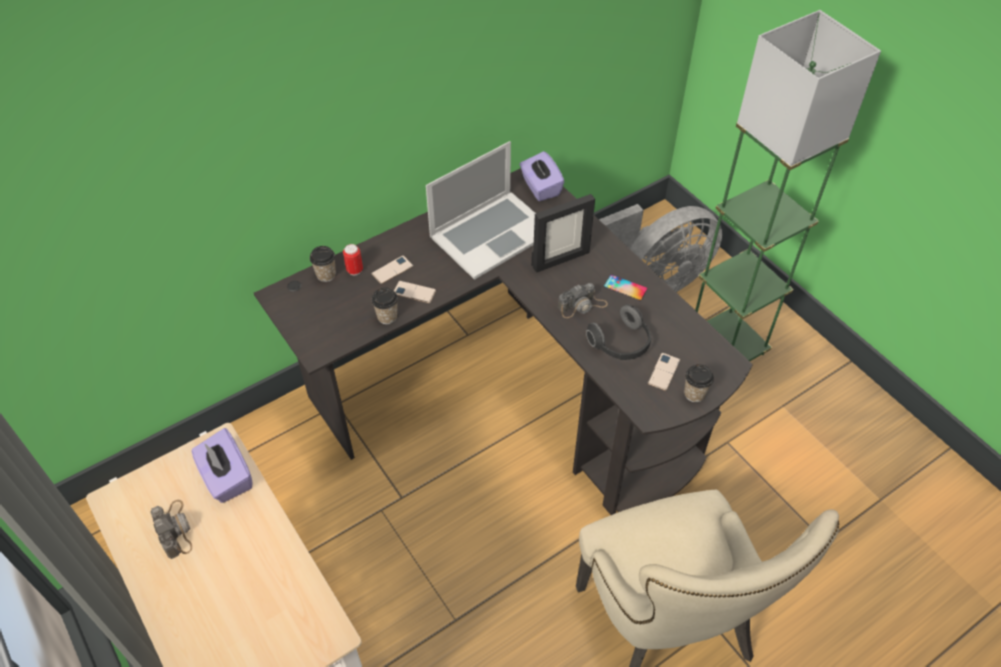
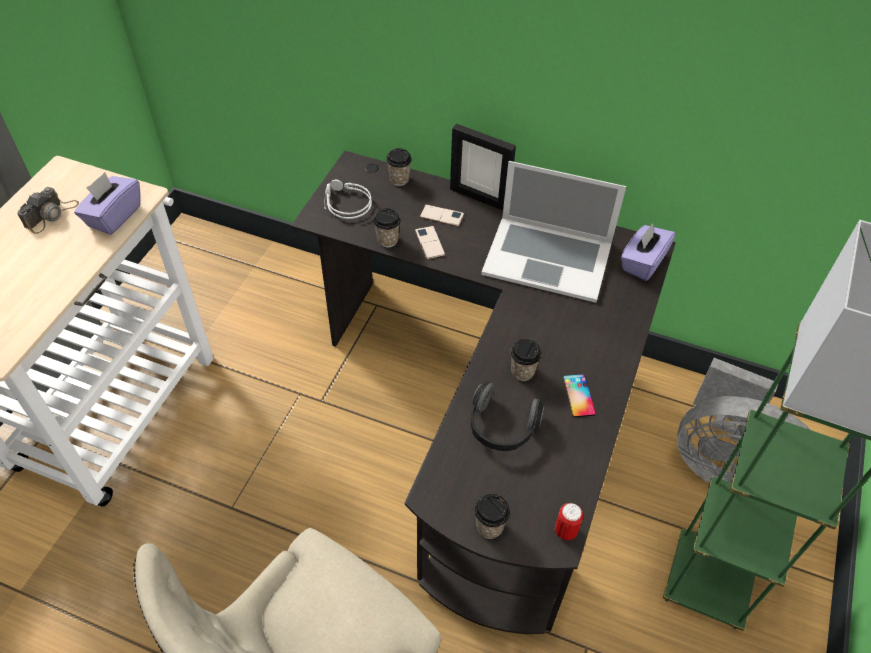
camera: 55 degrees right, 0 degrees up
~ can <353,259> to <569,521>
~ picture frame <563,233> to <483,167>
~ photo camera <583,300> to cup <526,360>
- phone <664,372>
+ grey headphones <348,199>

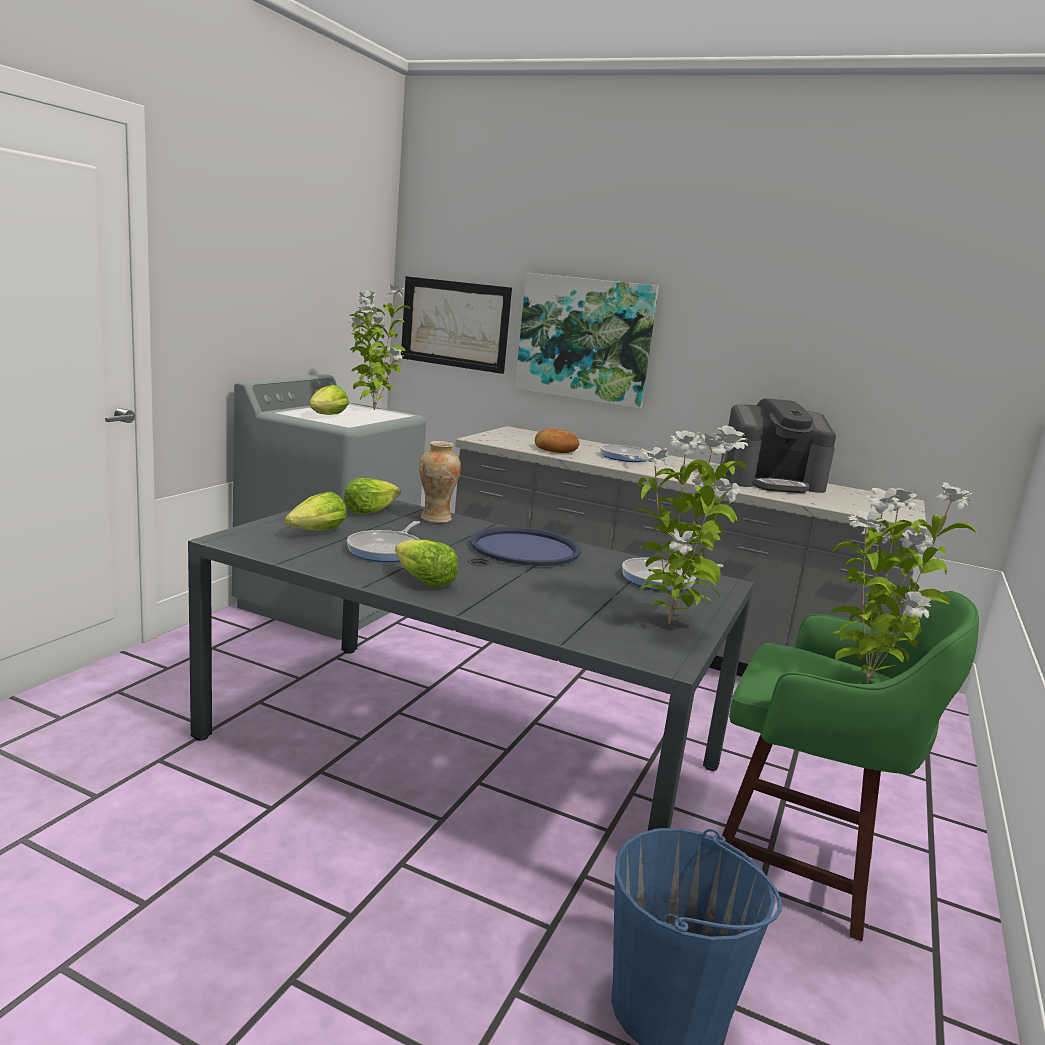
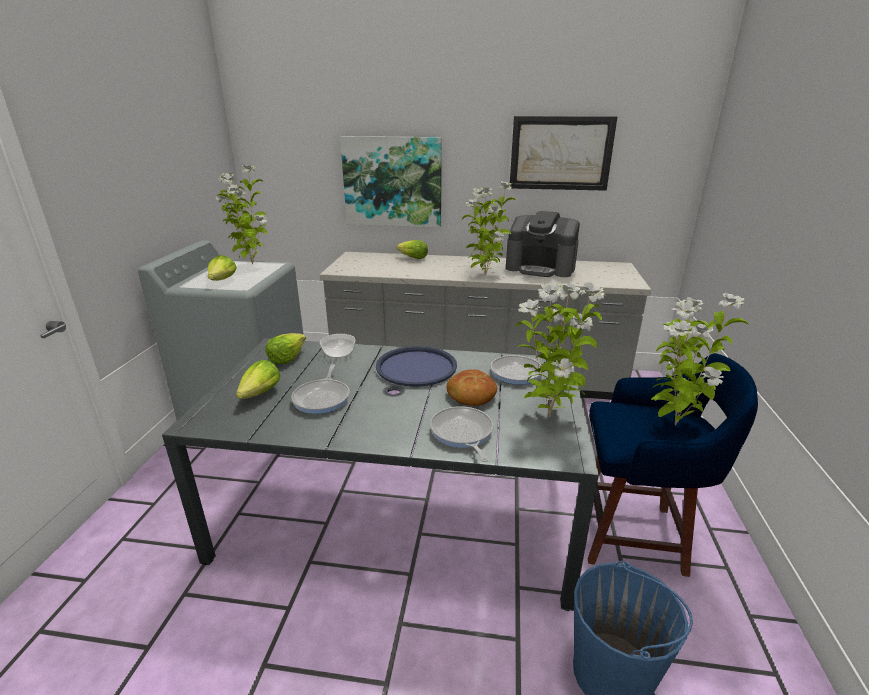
camera: 15 degrees left, 10 degrees up
~ lettuce <426,563> to <412,249>
~ picture <456,325> to <563,153>
~ vase <440,482> to bowl <337,346>
~ bread <557,441> to <472,387>
~ frying pan <624,453> to <461,434>
~ coffee machine <778,445> = <543,244> 45 degrees clockwise
~ green stool <850,766> to blue stool <673,465>
+ potted plant <489,228>

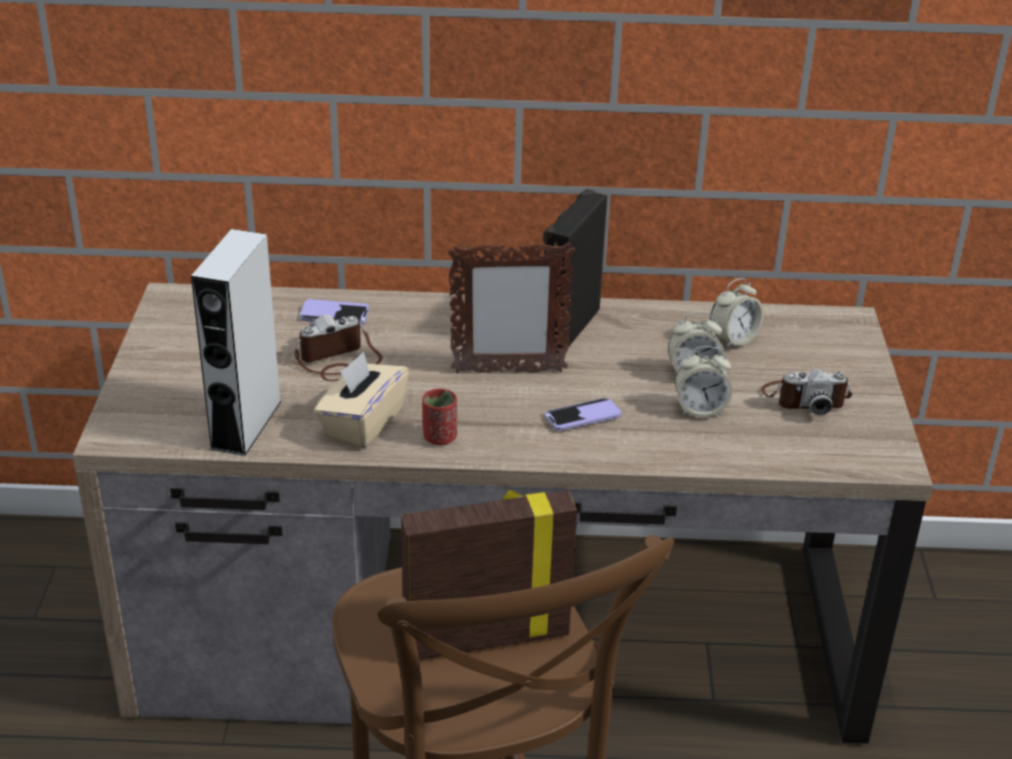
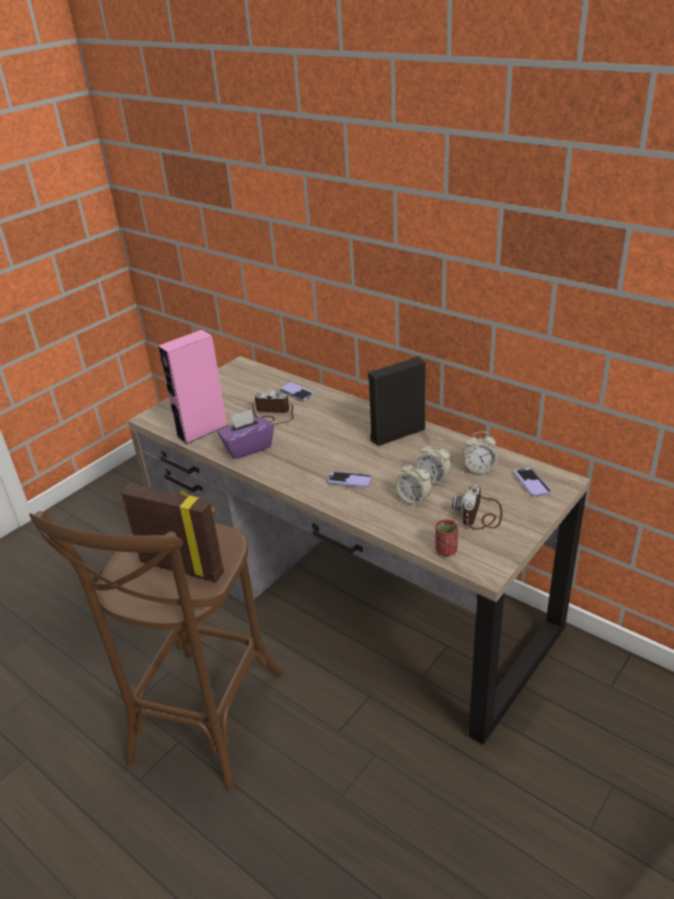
camera: 40 degrees right, 0 degrees up
~ grey speaker <236,342> to pink speaker <193,387>
~ beige tissue box <361,400> to purple tissue box <246,434>
~ red cup <439,417> to <446,537>
- picture frame <511,307>
~ photo camera <806,392> = <477,507> 75 degrees clockwise
+ phone <532,482>

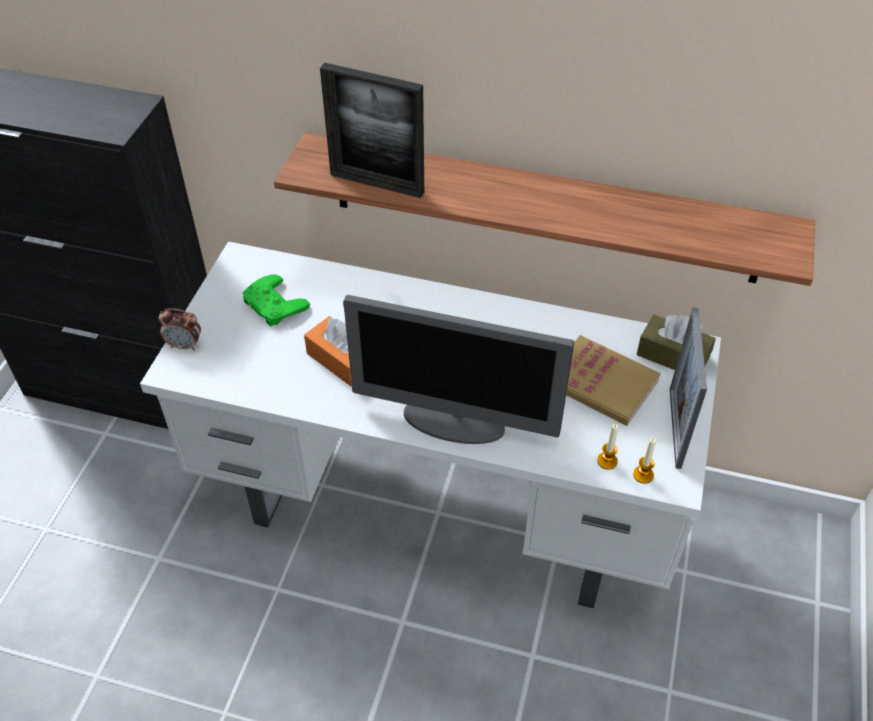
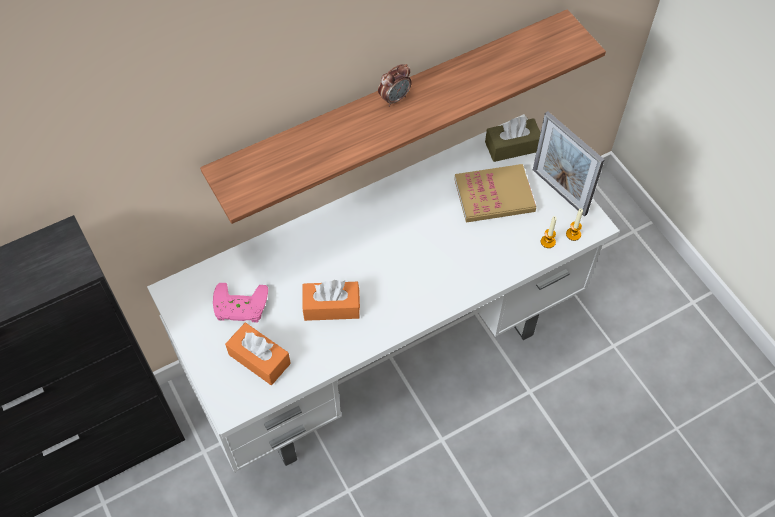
camera: 45 degrees left, 10 degrees up
~ alarm clock <179,329> to <395,85>
~ green game controller <276,301> to pink game controller <240,303>
- picture frame <372,130>
- monitor <458,369>
+ orange tissue box <258,354>

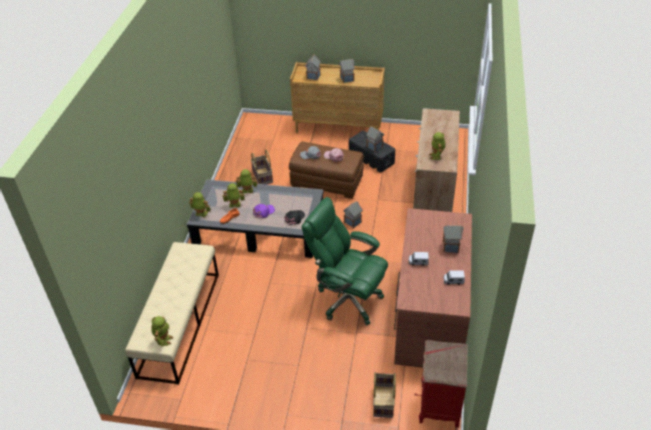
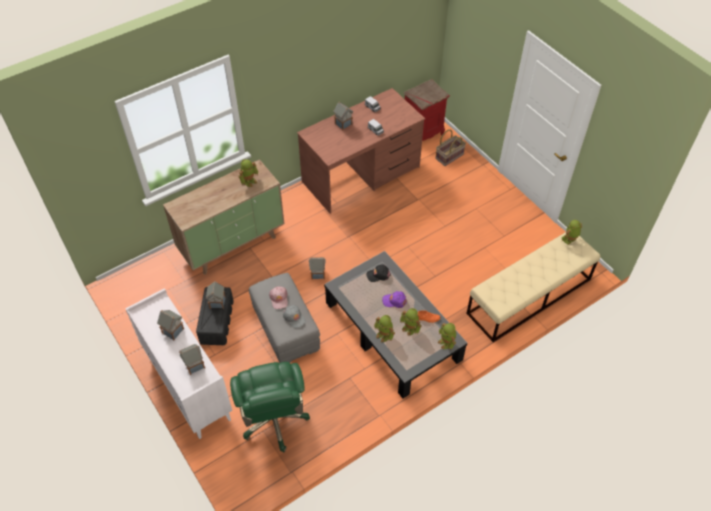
camera: 135 degrees left, 10 degrees up
- basket <262,167>
~ brown ottoman <326,170> to grey ottoman <284,318>
~ brown dresser <337,97> to white dresser <178,363>
~ green office chair <345,261> to <270,407>

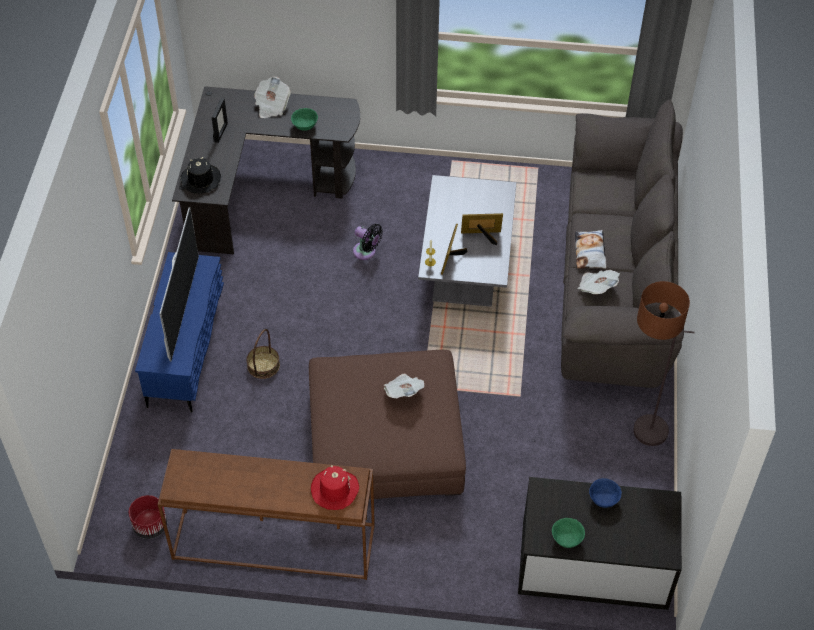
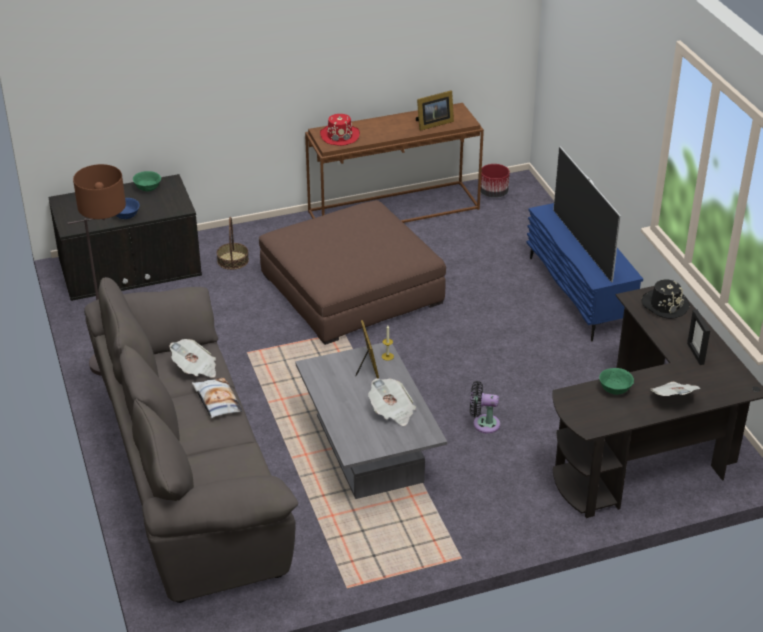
camera: 155 degrees right, 15 degrees down
~ basket <263,354> to <233,243>
~ newspaper <404,386> to <392,402>
~ picture frame <482,229> to <435,110>

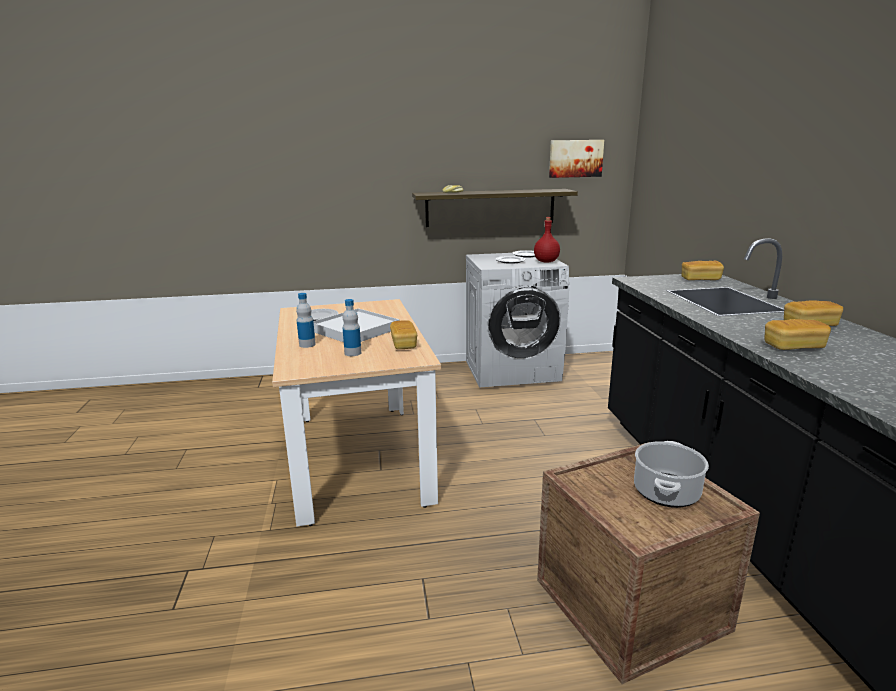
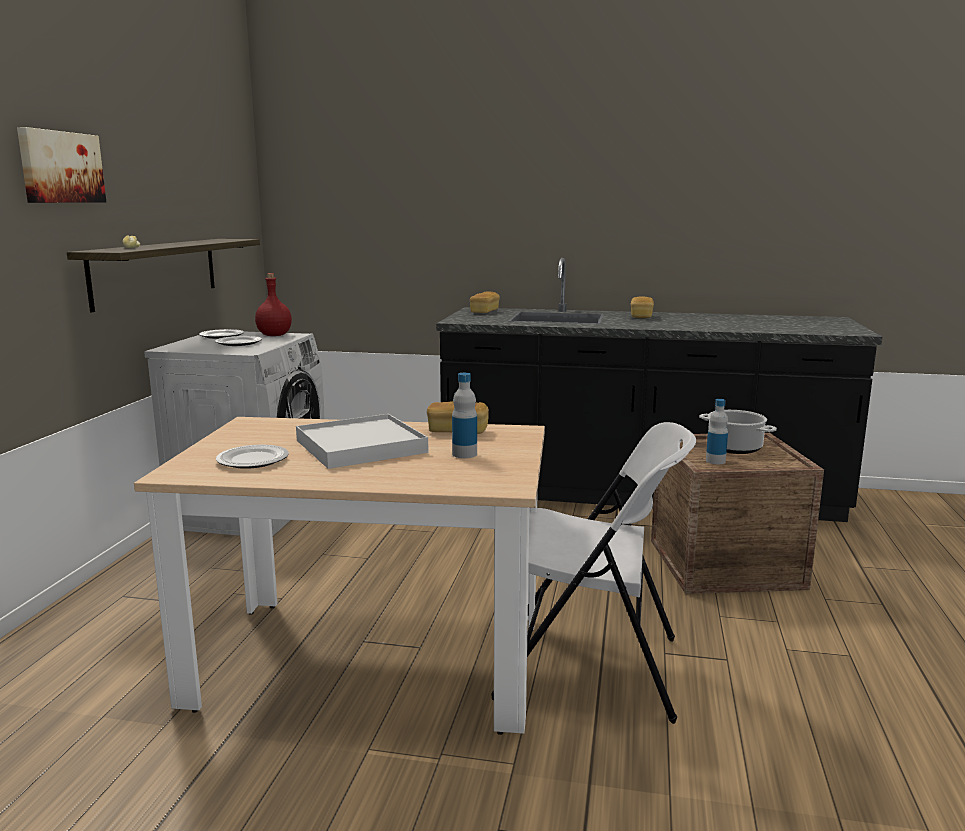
camera: 70 degrees left, 5 degrees down
~ bottle <306,320> to <717,431>
~ picture <576,159> to <61,165>
- bread <797,334>
+ white chair <593,573>

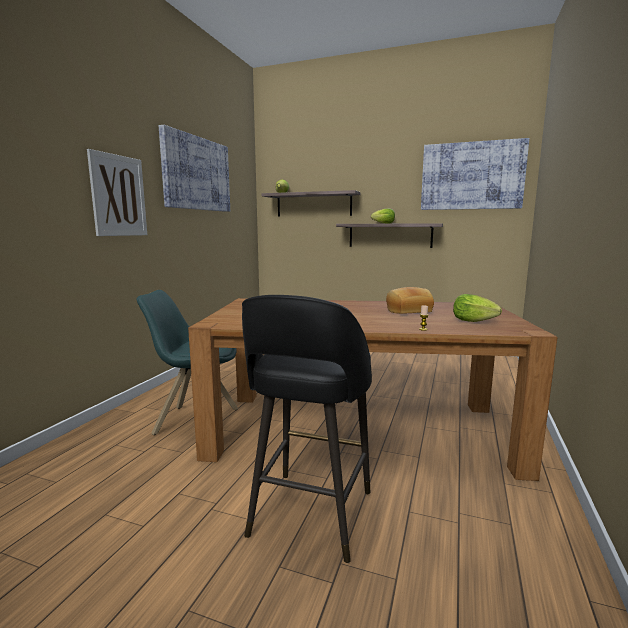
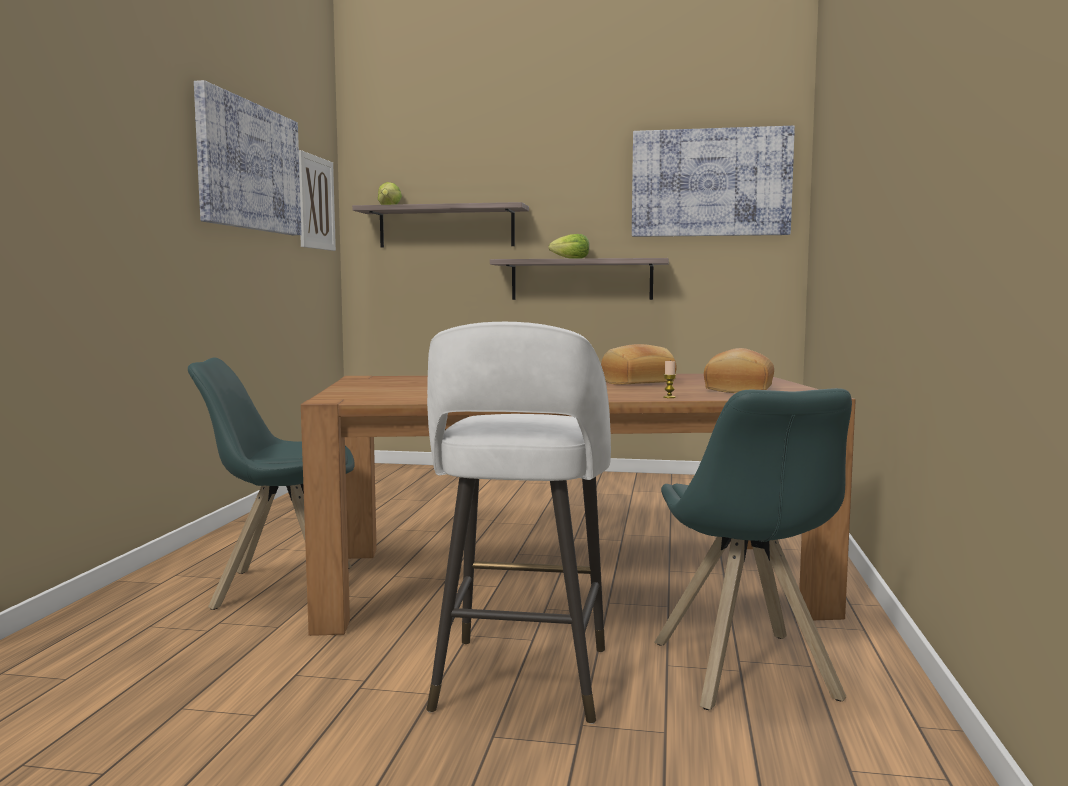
camera: 10 degrees left, 5 degrees down
~ picture <117,192> to <317,200>
~ black stool <307,429> to white stool <519,523>
~ lettuce <477,308> to bread <739,370>
+ turquoise chair <753,549>

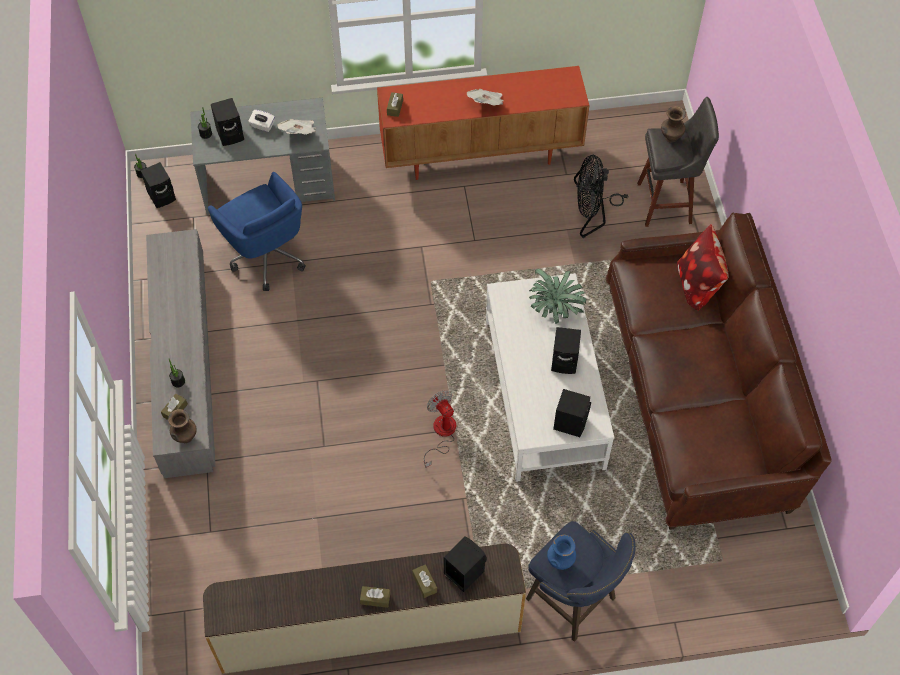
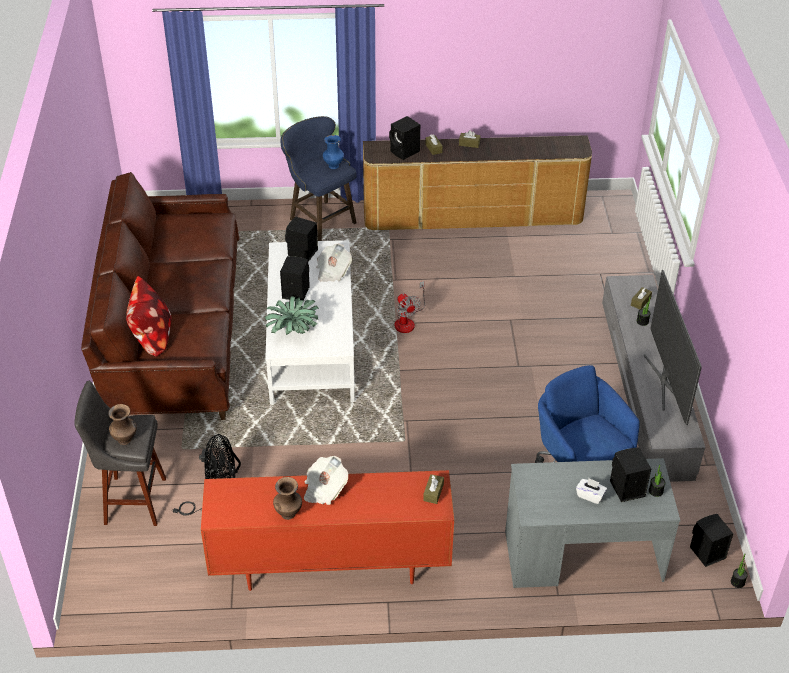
camera: 175 degrees left, 15 degrees down
~ brown vase <182,426> to <287,498>
~ newspaper <297,126> to <334,263>
+ television <672,347>

